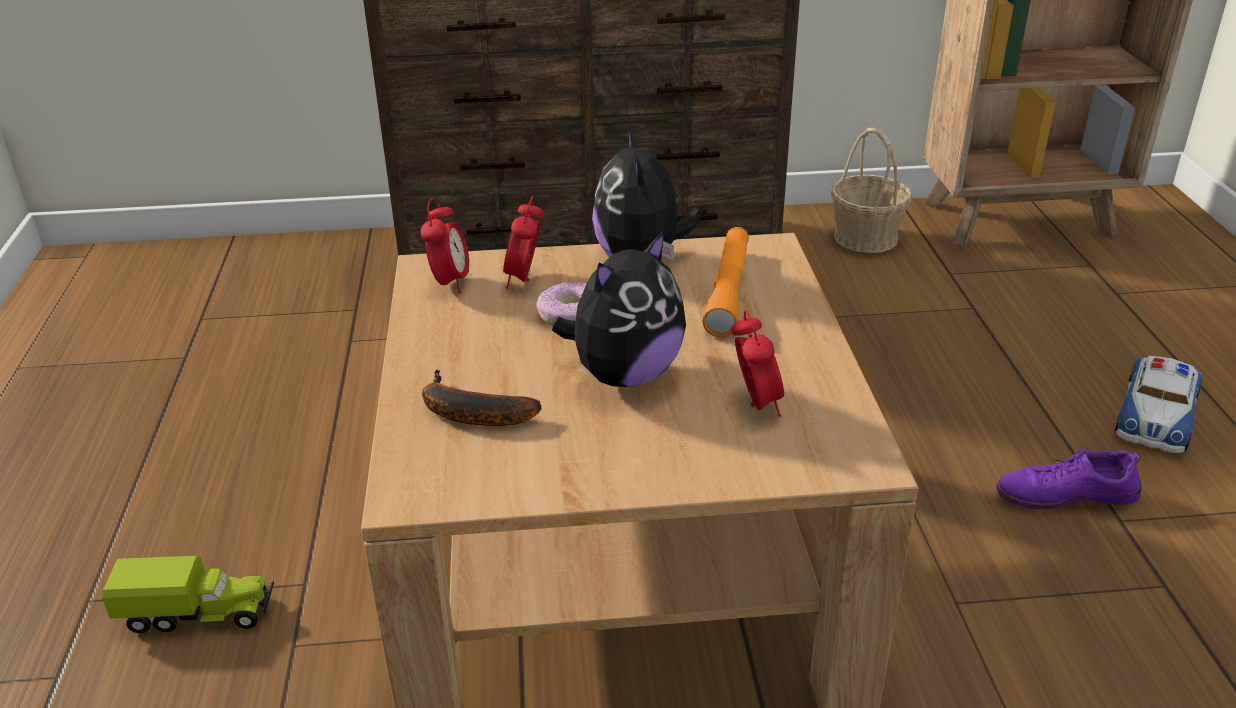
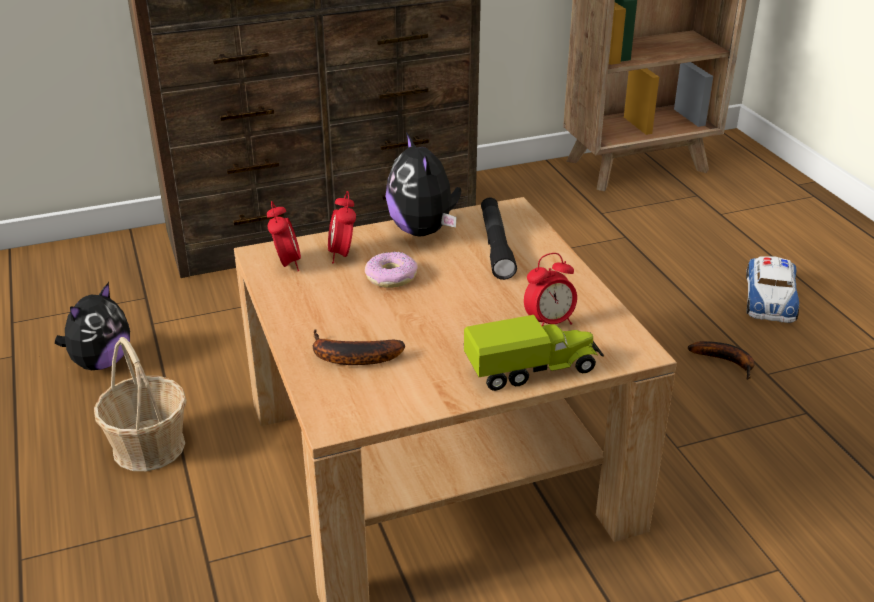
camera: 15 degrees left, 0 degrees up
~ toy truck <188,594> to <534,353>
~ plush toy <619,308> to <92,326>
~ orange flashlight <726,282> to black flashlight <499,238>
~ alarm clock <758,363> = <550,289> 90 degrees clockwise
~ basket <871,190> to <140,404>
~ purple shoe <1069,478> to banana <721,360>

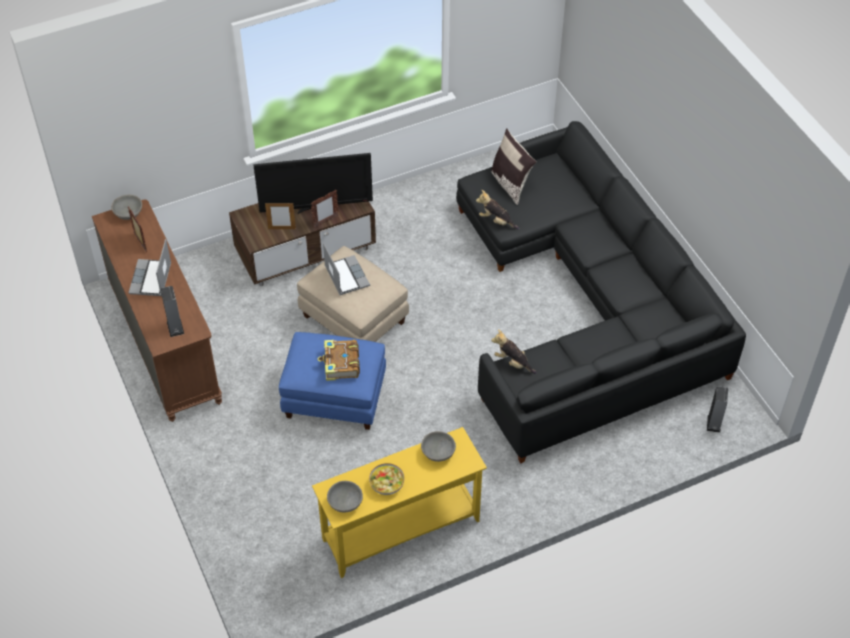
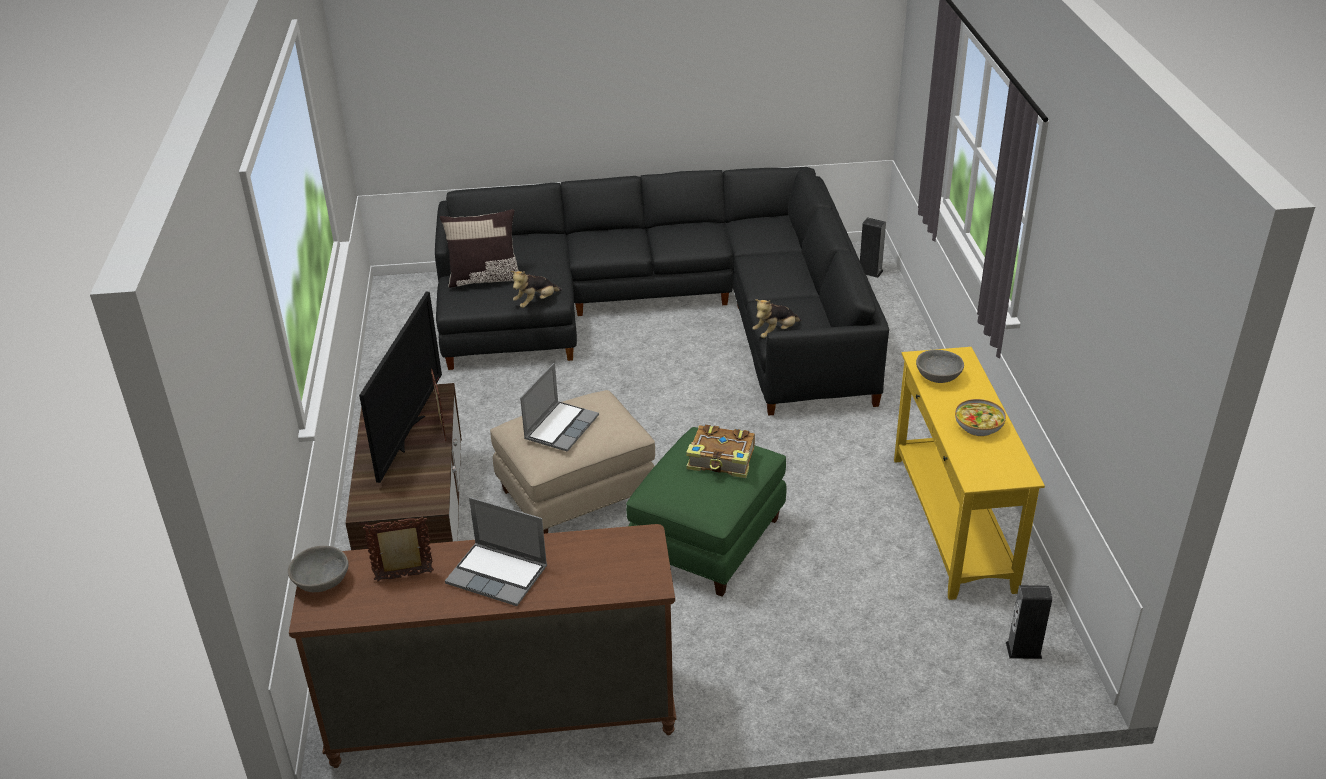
camera: 70 degrees left, 15 degrees down
~ speaker <172,311> to <1029,622>
- picture frame <280,215>
~ blue ottoman <332,381> to green ottoman <706,512>
~ laptop <346,269> = <559,407> 120 degrees clockwise
- grey bowl <345,496>

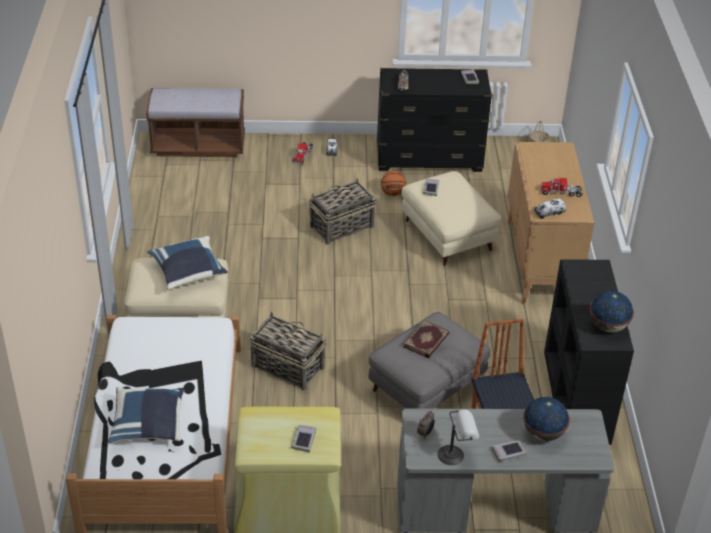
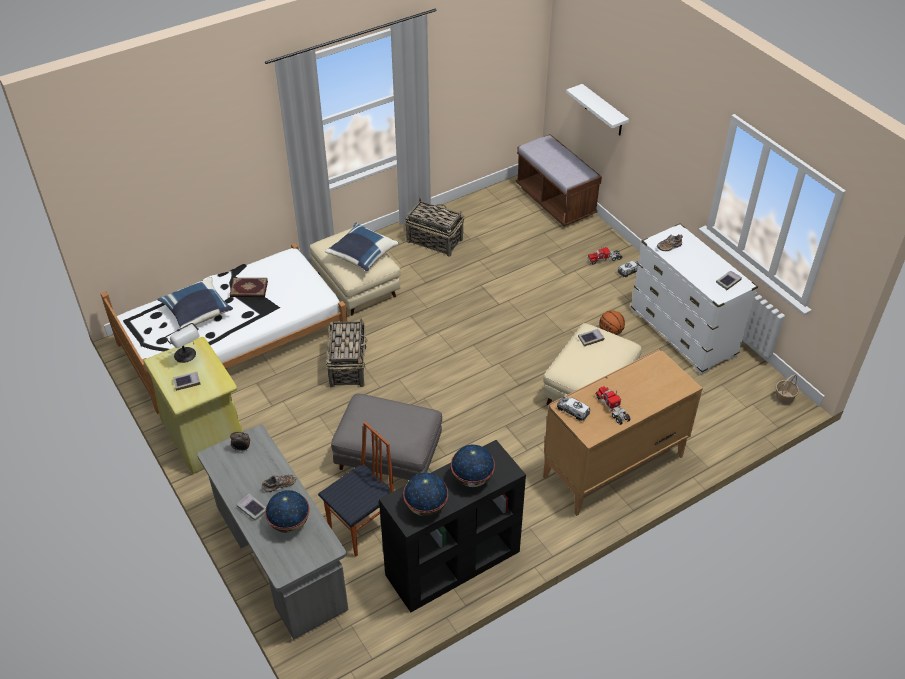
camera: 60 degrees right, 5 degrees up
~ basket <342,211> to <435,227>
~ black dresser <434,120> to white dresser <694,299>
~ book <426,339> to <249,287>
~ table lamp <458,437> to <182,343>
+ shoe <279,484>
+ globe <473,466>
+ white shelf <597,109>

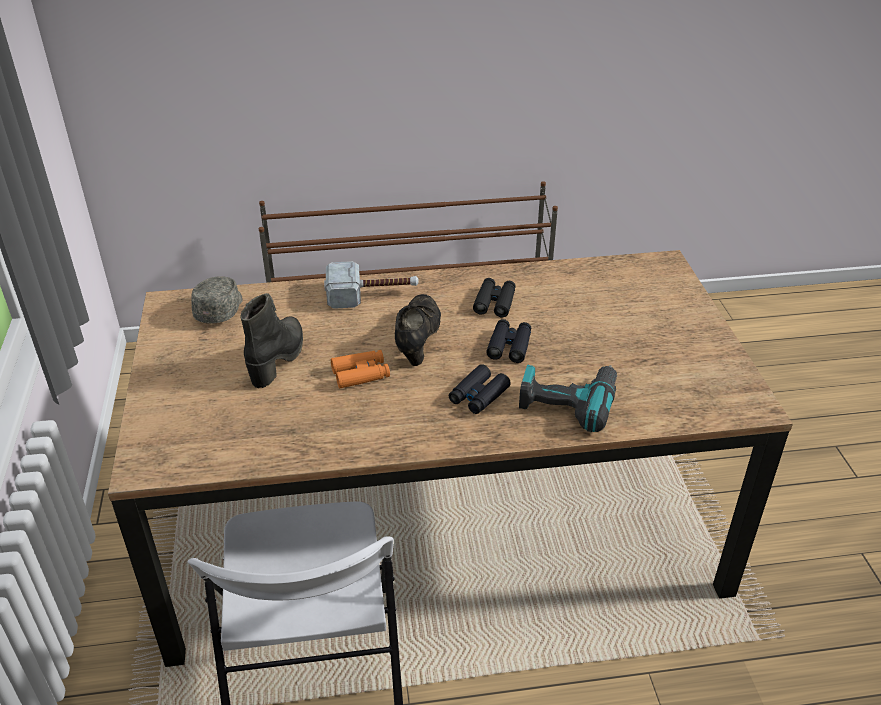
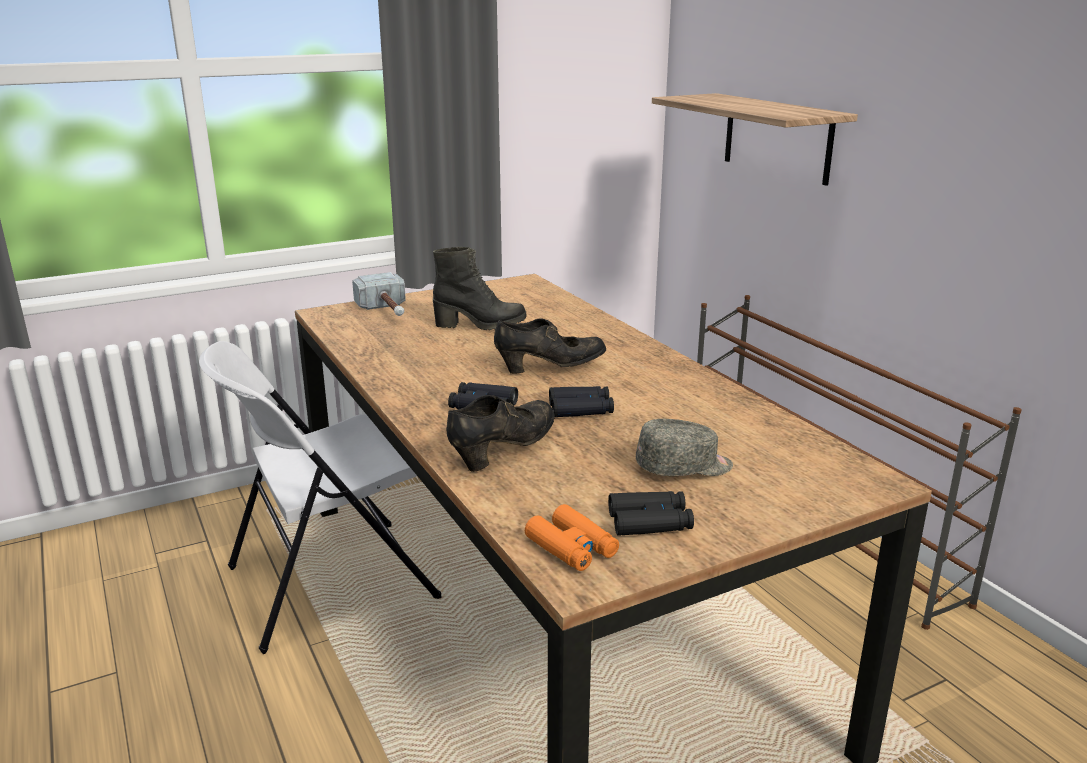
camera: 70 degrees right, 15 degrees down
~ grey cap <217,299> to <684,447>
~ hammer <371,285> to <379,294>
~ orange binoculars <360,369> to <572,537>
~ black binoculars <494,297> to <651,513>
~ power drill <568,398> to black shoe <500,433>
+ shelf <755,139>

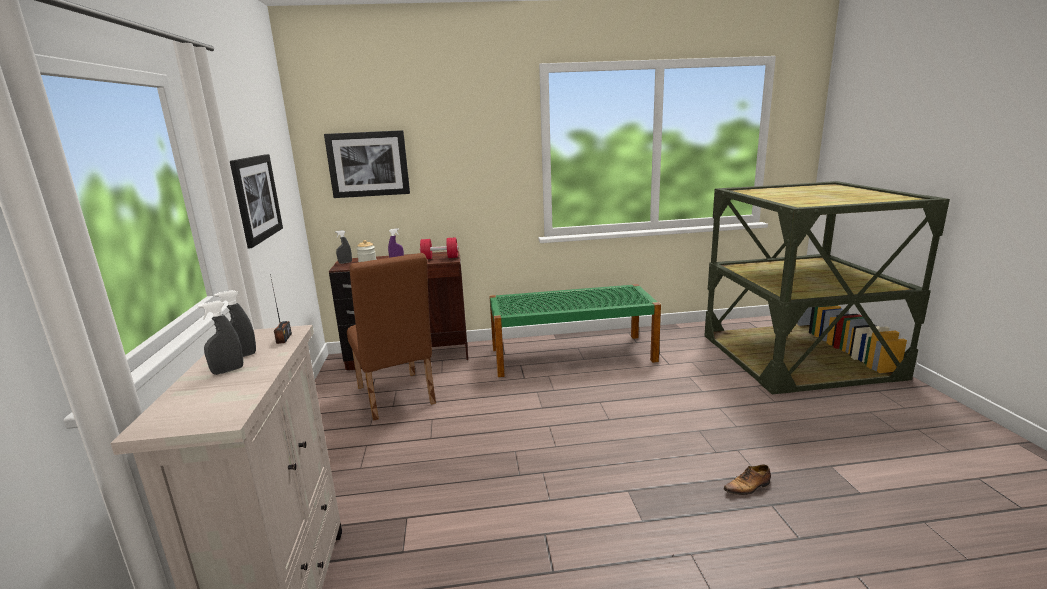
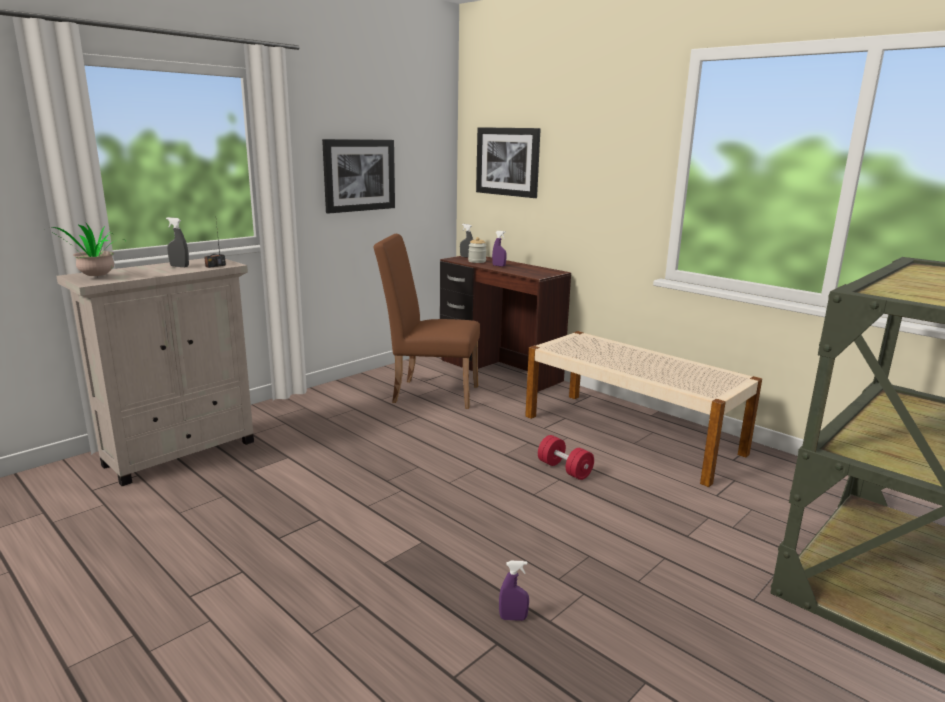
camera: 50 degrees right, 0 degrees up
- grey spray bottle <220,338>
~ brown chair <391,337> = <427,321> 75 degrees clockwise
~ red dumbbell <439,248> to <566,457>
~ green bench <575,330> to beige bench <643,409>
~ shoe <747,479> to purple spray bottle <514,591>
+ potted plant <87,249>

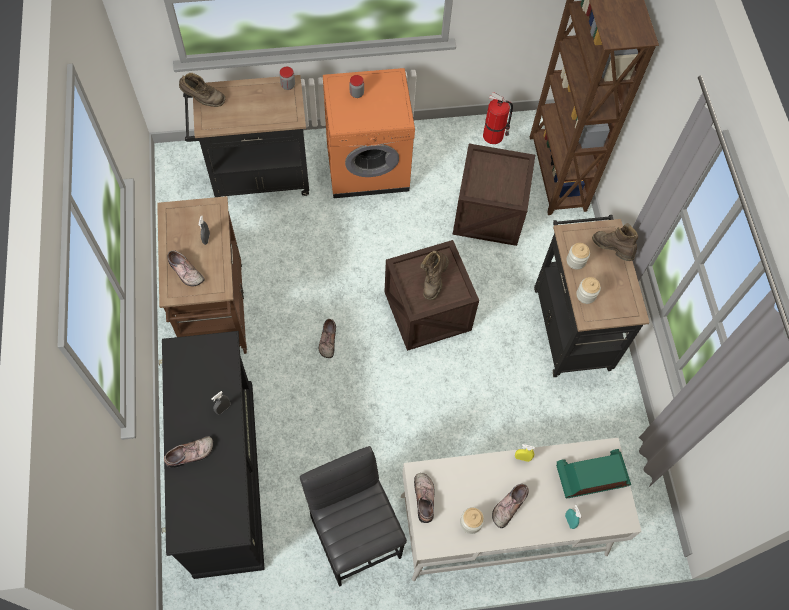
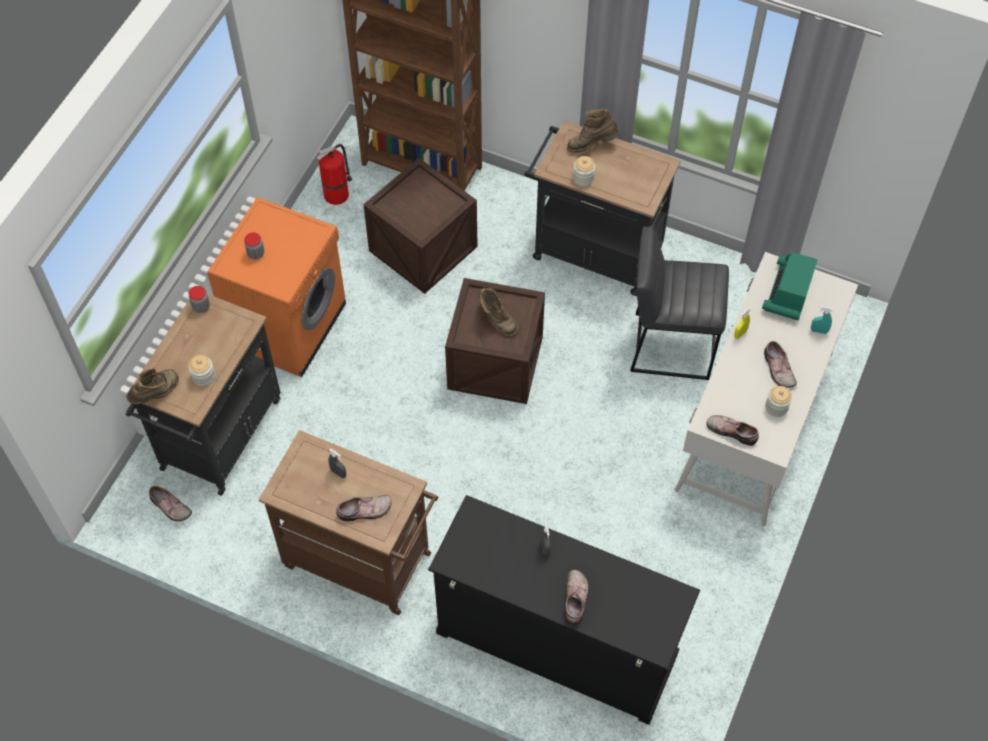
camera: 55 degrees left, 5 degrees down
~ grey stool <353,516> to <679,303>
~ shoe <327,338> to <170,503>
~ jar <588,290> to <201,370>

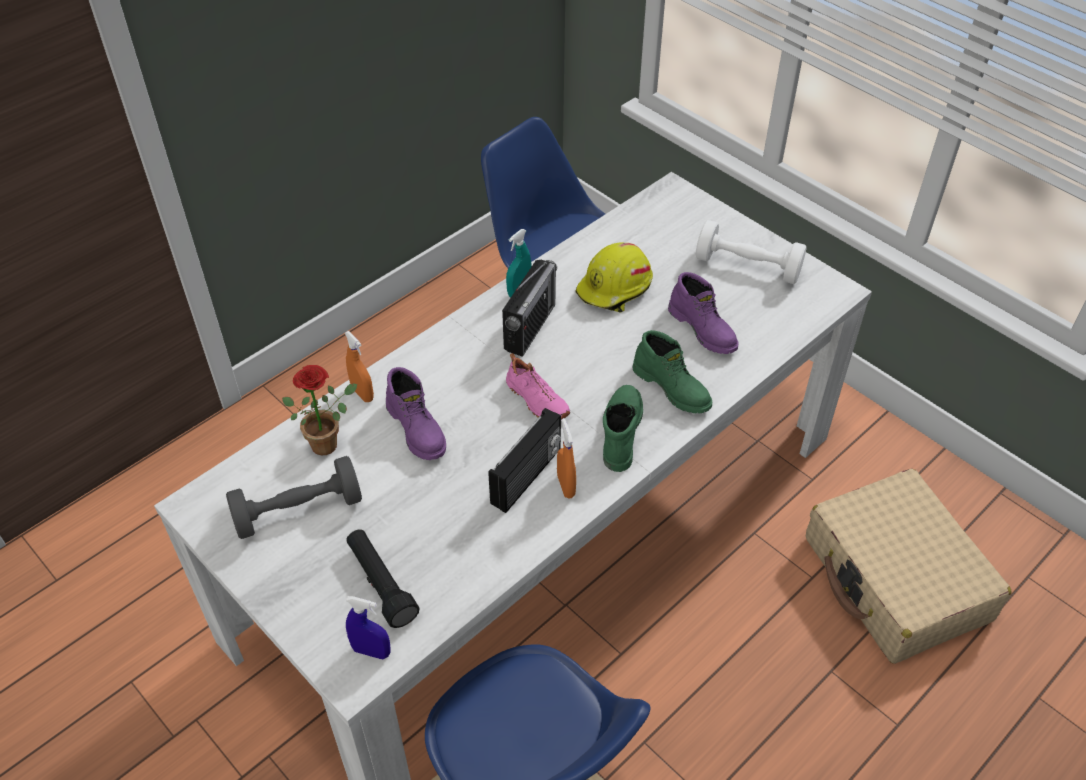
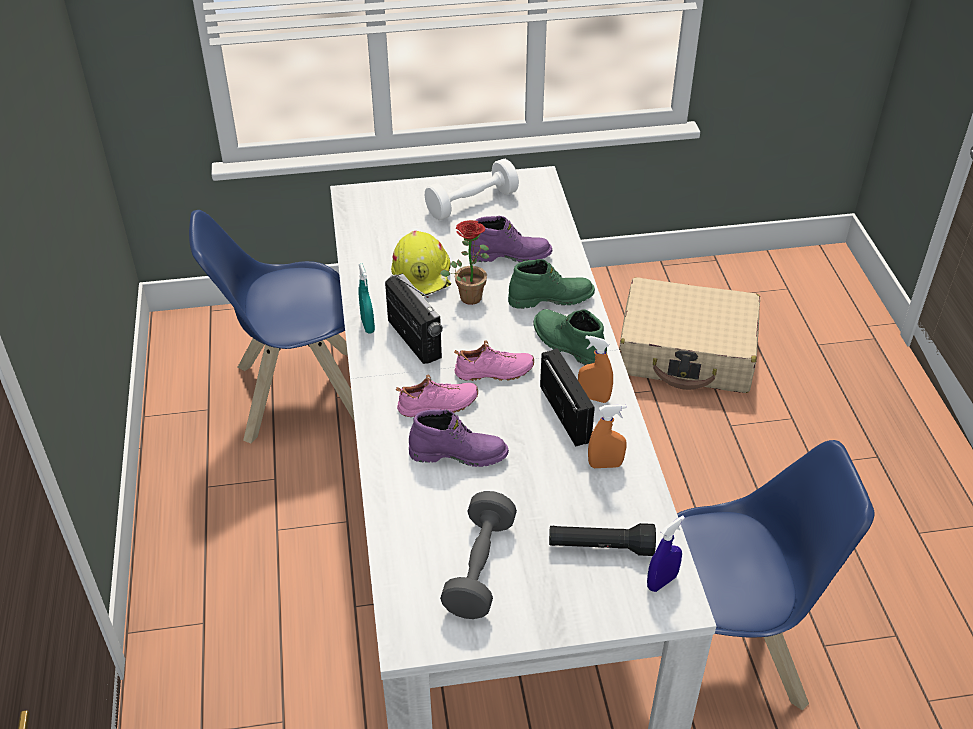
camera: 55 degrees left, 5 degrees down
~ potted plant <319,410> to <464,262>
~ orange spray bottle <359,366> to <607,436>
+ pink shoe <437,396>

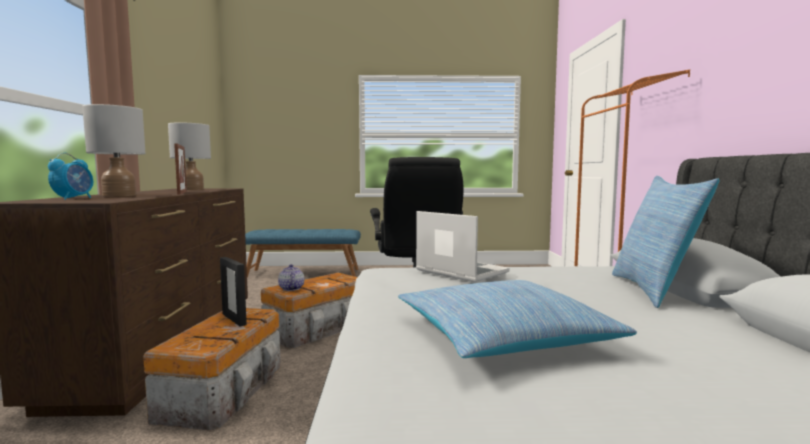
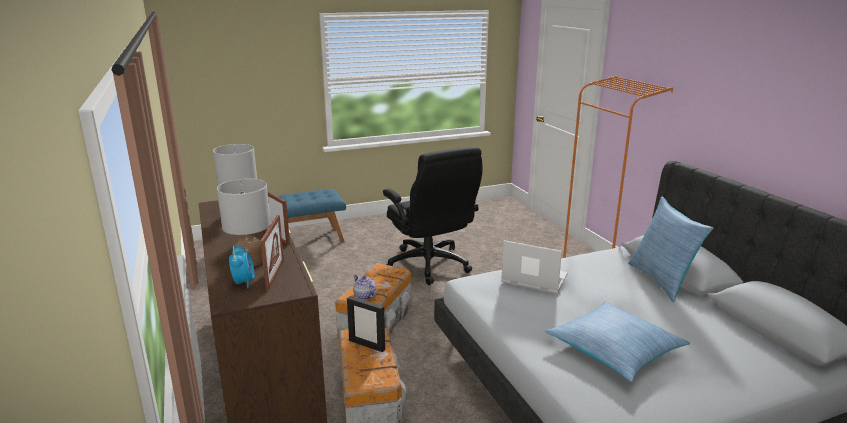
camera: 20 degrees left, 15 degrees up
+ picture frame <272,253>

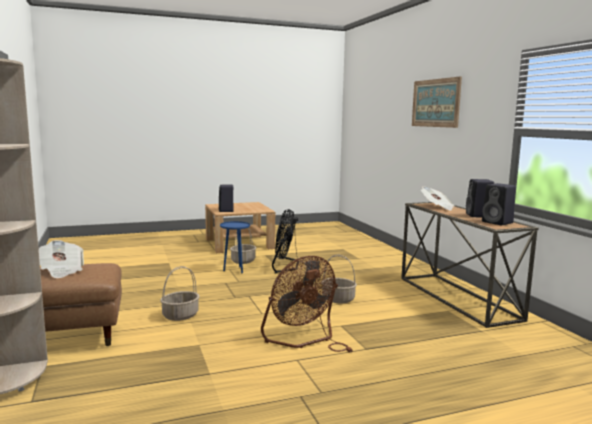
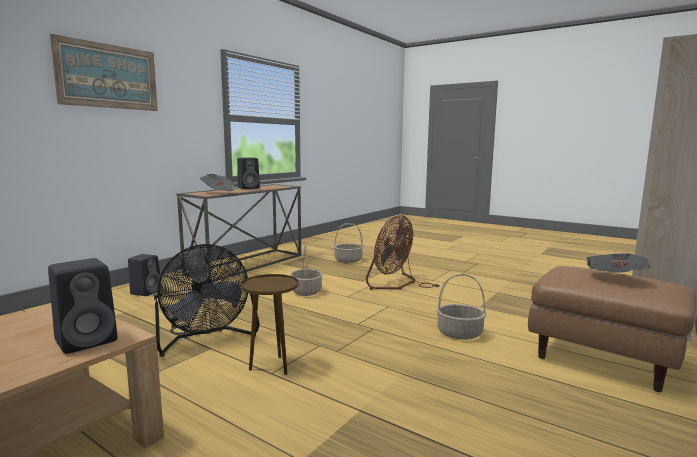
camera: 125 degrees left, 0 degrees up
~ blue side table <235,247> to brown side table <270,324>
~ basket <243,246> to <348,243>
~ brown fan <307,304> = <402,252> 105 degrees clockwise
~ black speaker <499,204> to <144,275>

